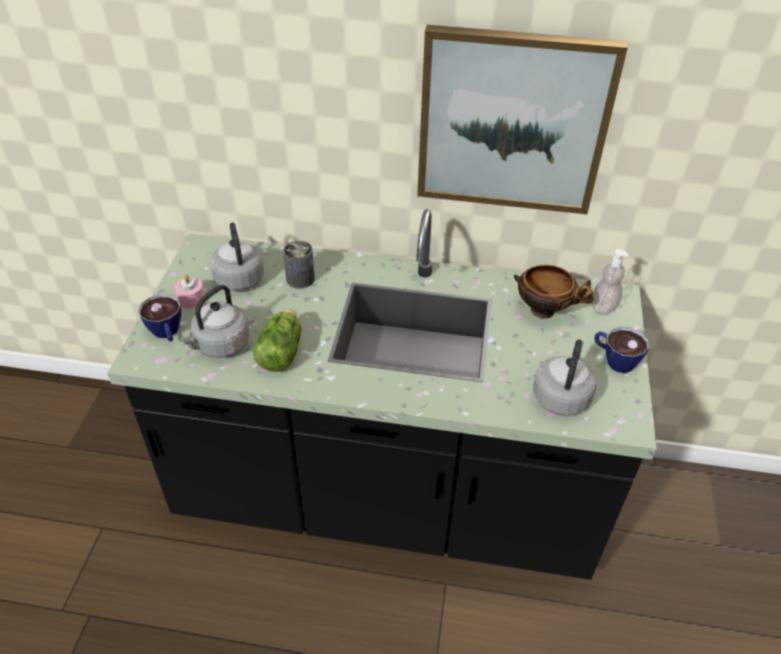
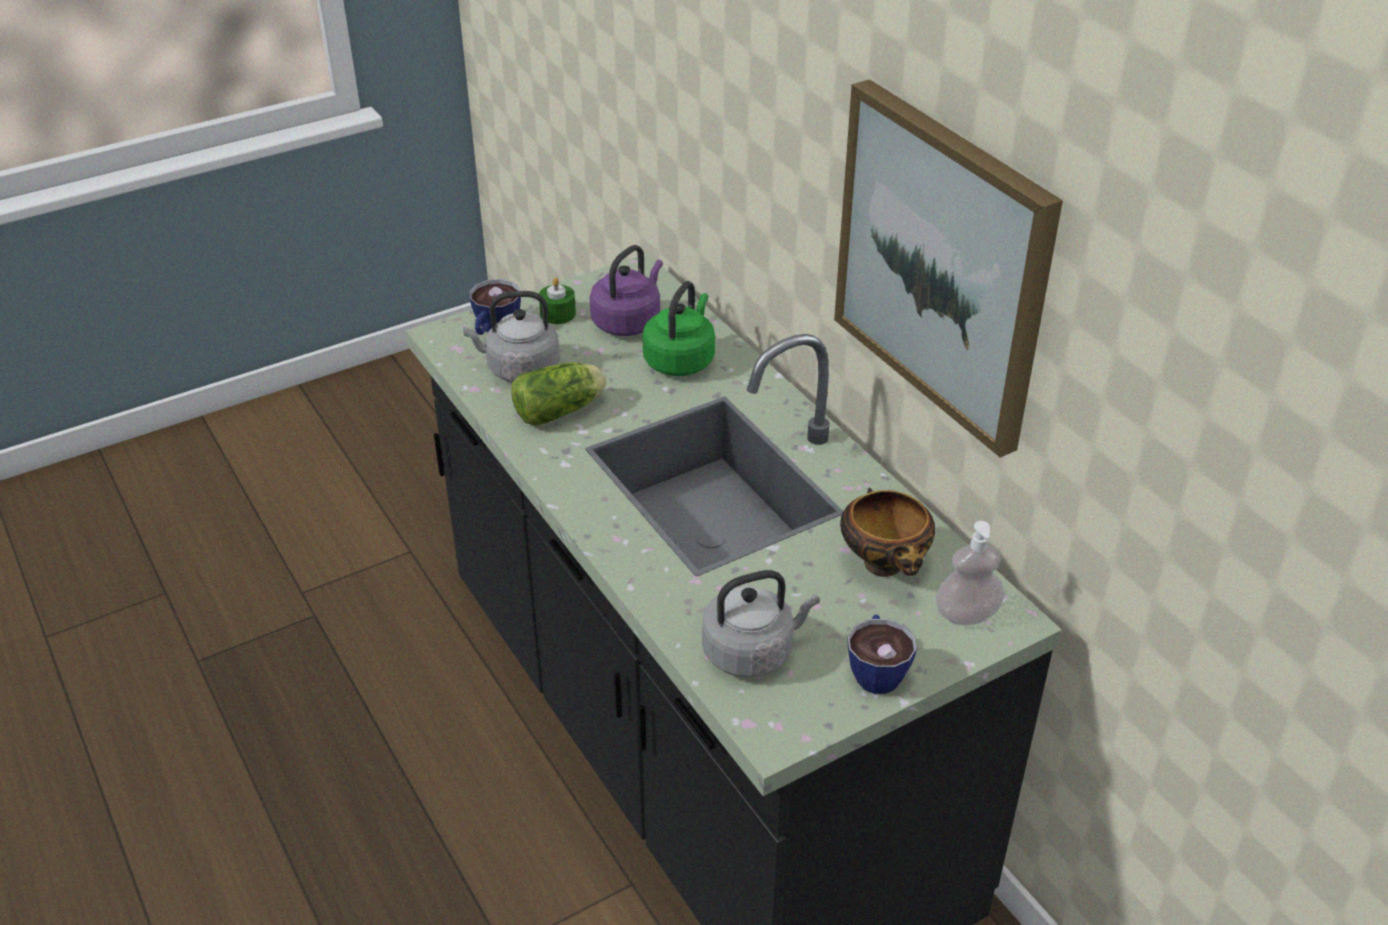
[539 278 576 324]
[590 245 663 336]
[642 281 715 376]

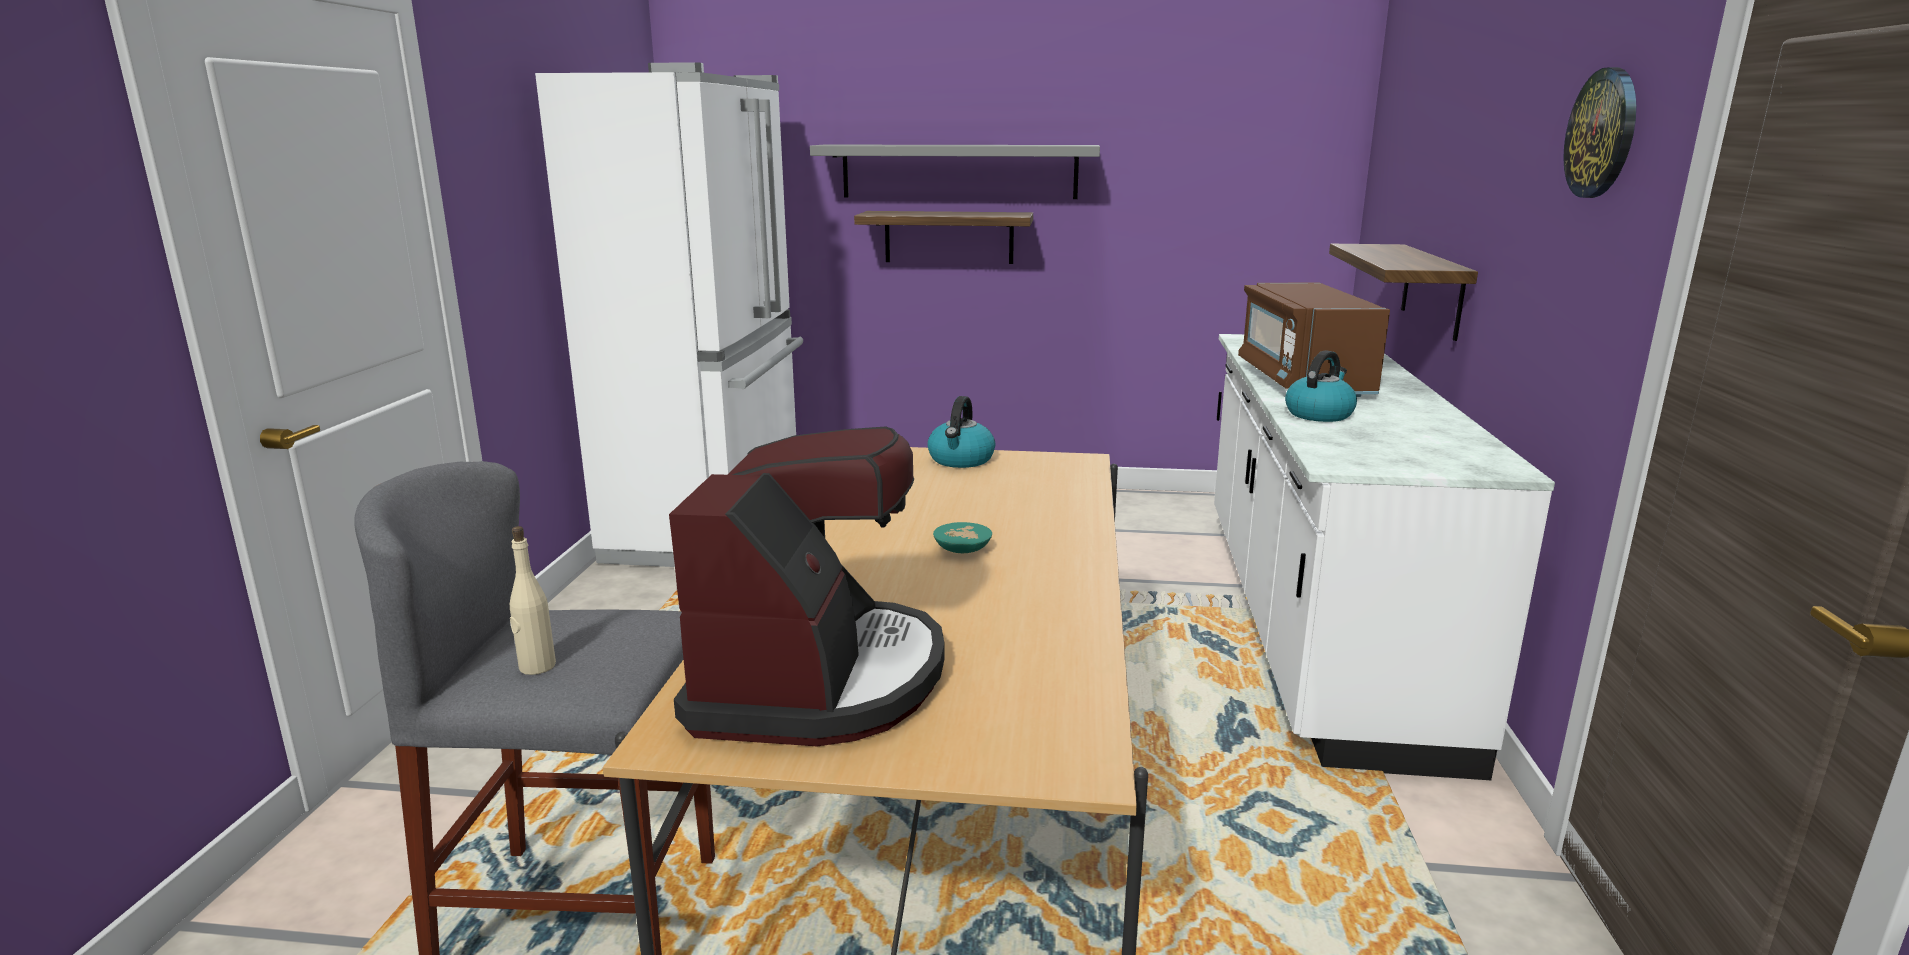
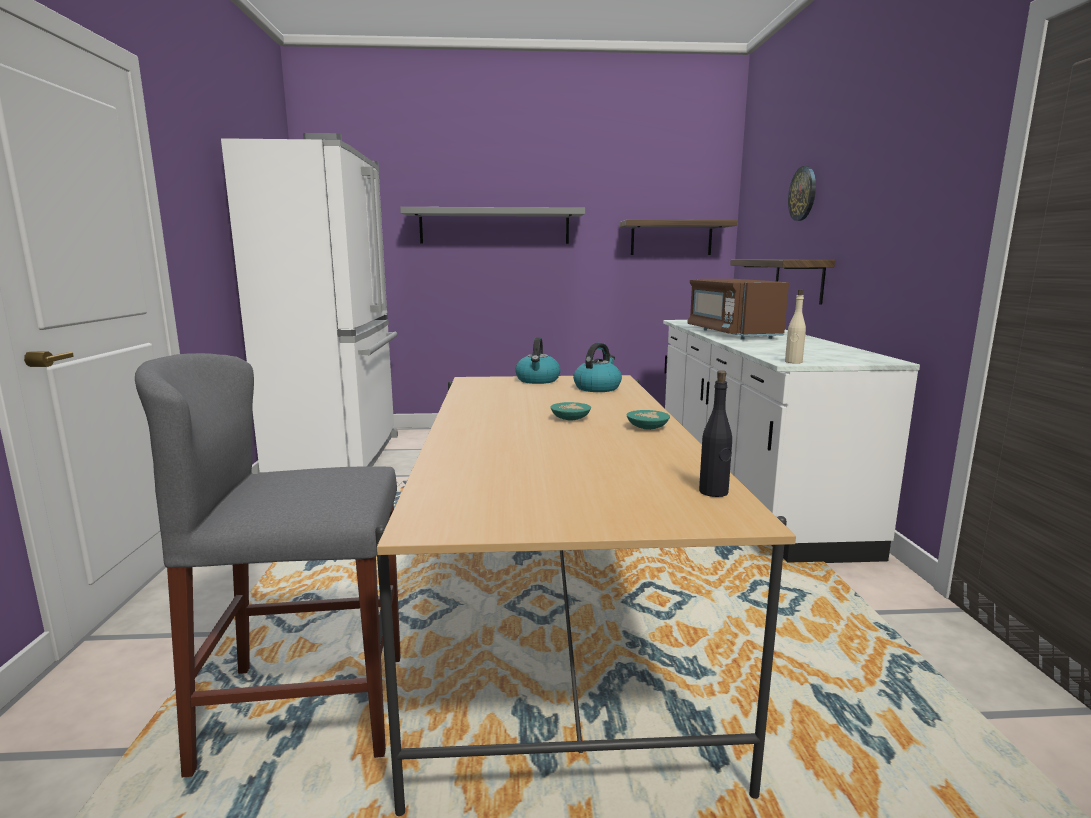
[785 289 806 364]
[669 426 945 746] (first image)
[620 220 737 255]
[573 343 622 392]
[788 166 816 221]
[627 410 670 430]
[699 370 732 497]

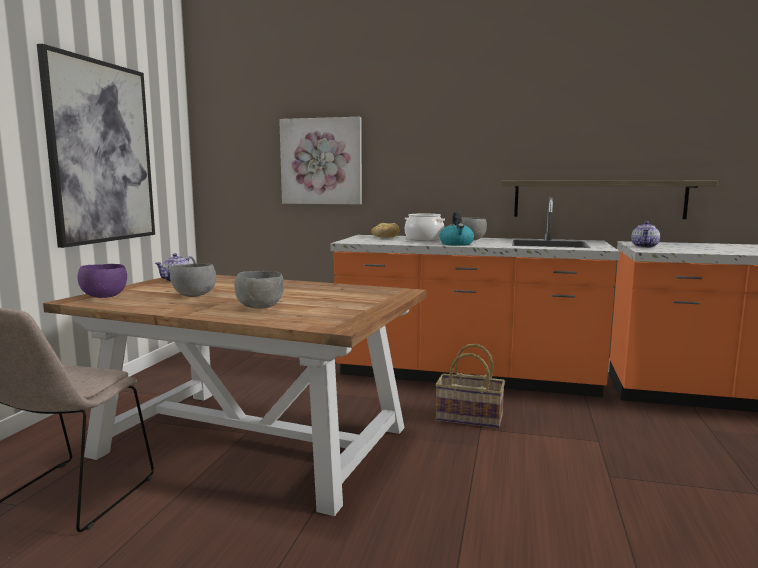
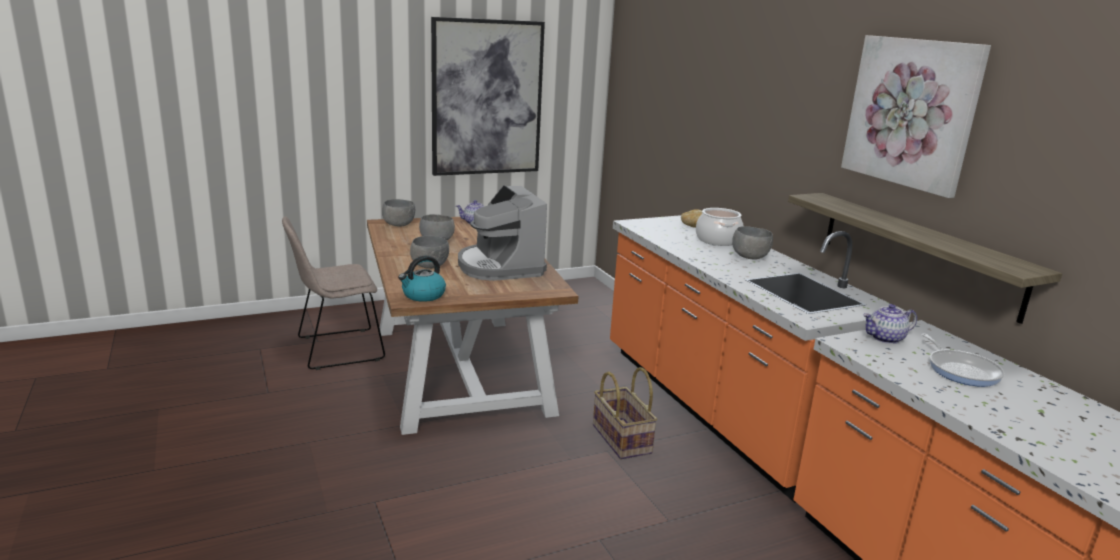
[382 199 415 227]
[841 35 991 198]
[398 256 446 302]
[458 185 547 281]
[922 333 1005 387]

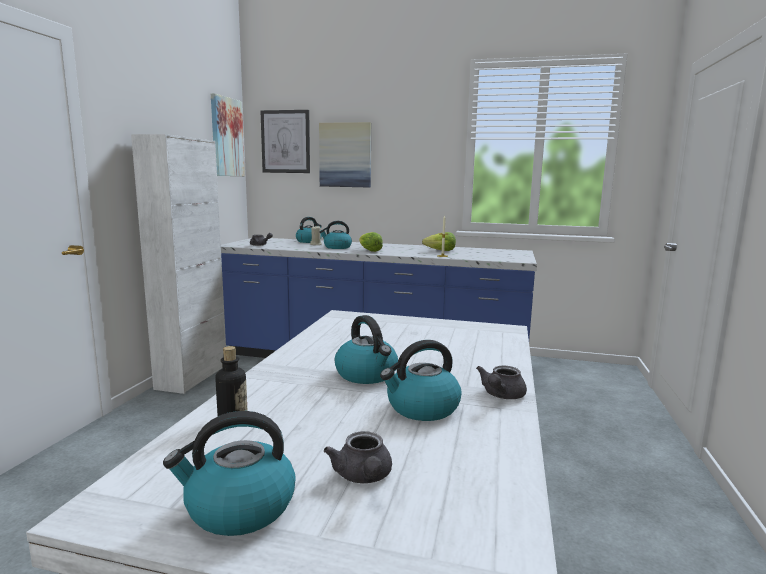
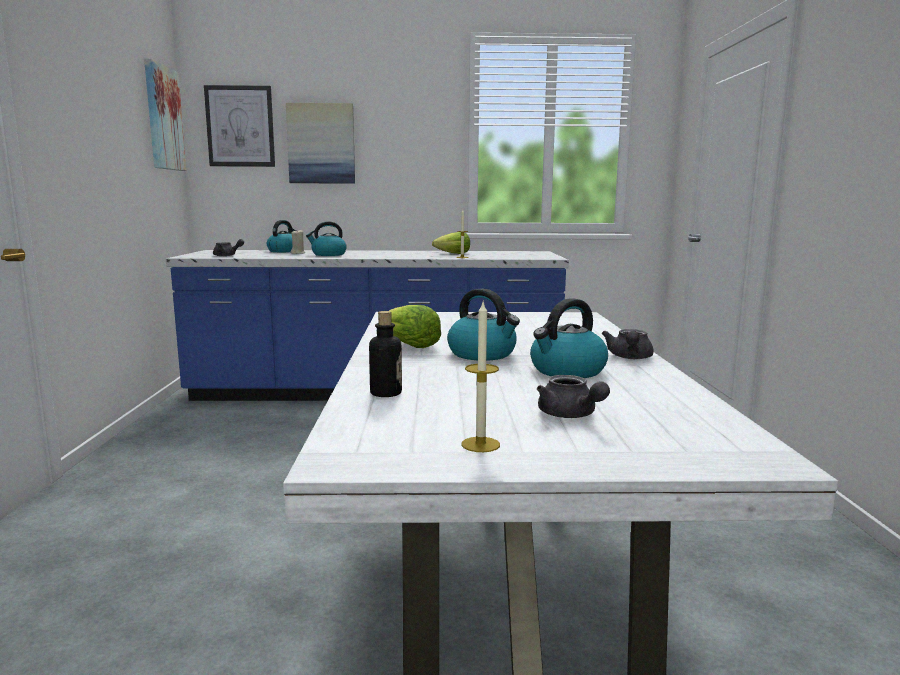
[131 134 226 394] (first image)
[461 302 500 452]
[389 305 441 348]

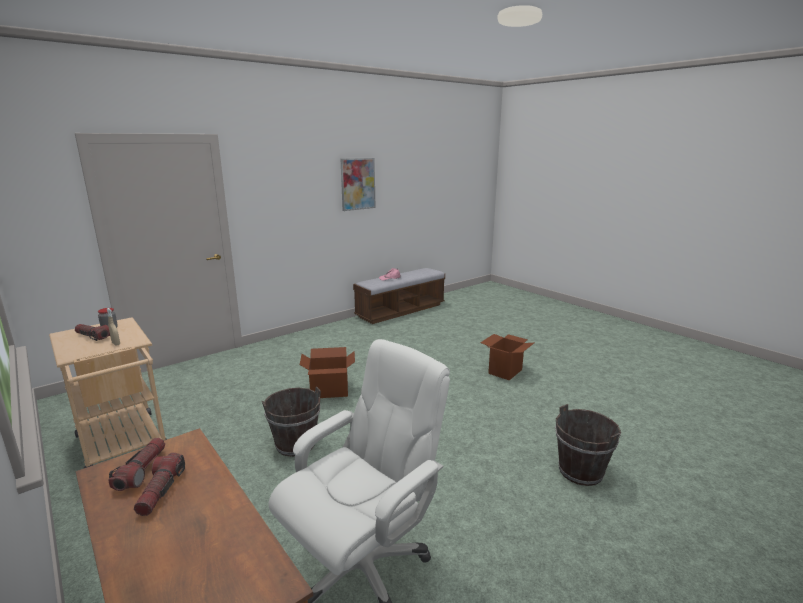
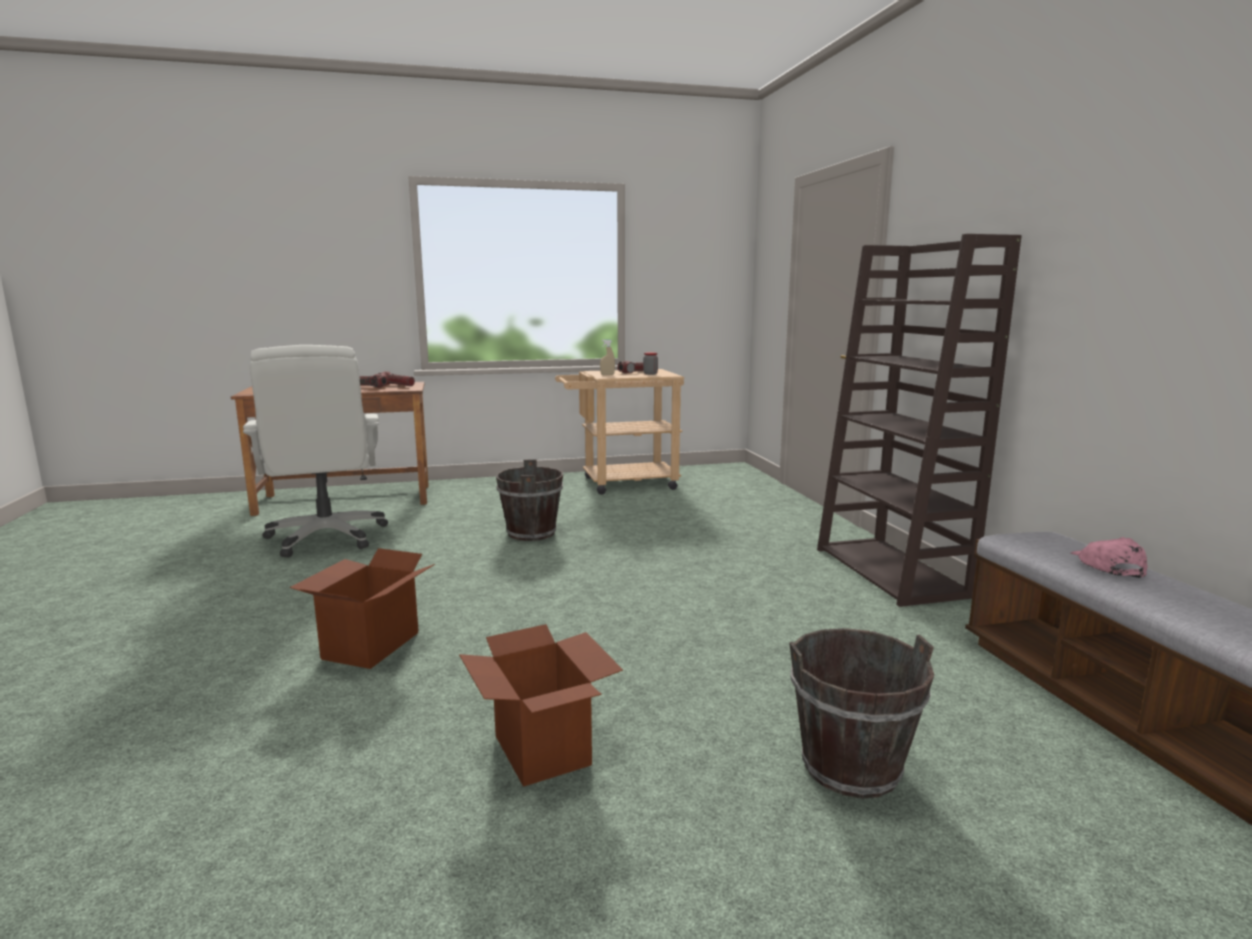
[290 548 435 669]
[341 158 376 211] (first image)
[789 628 934 799]
[817 234 1022 607]

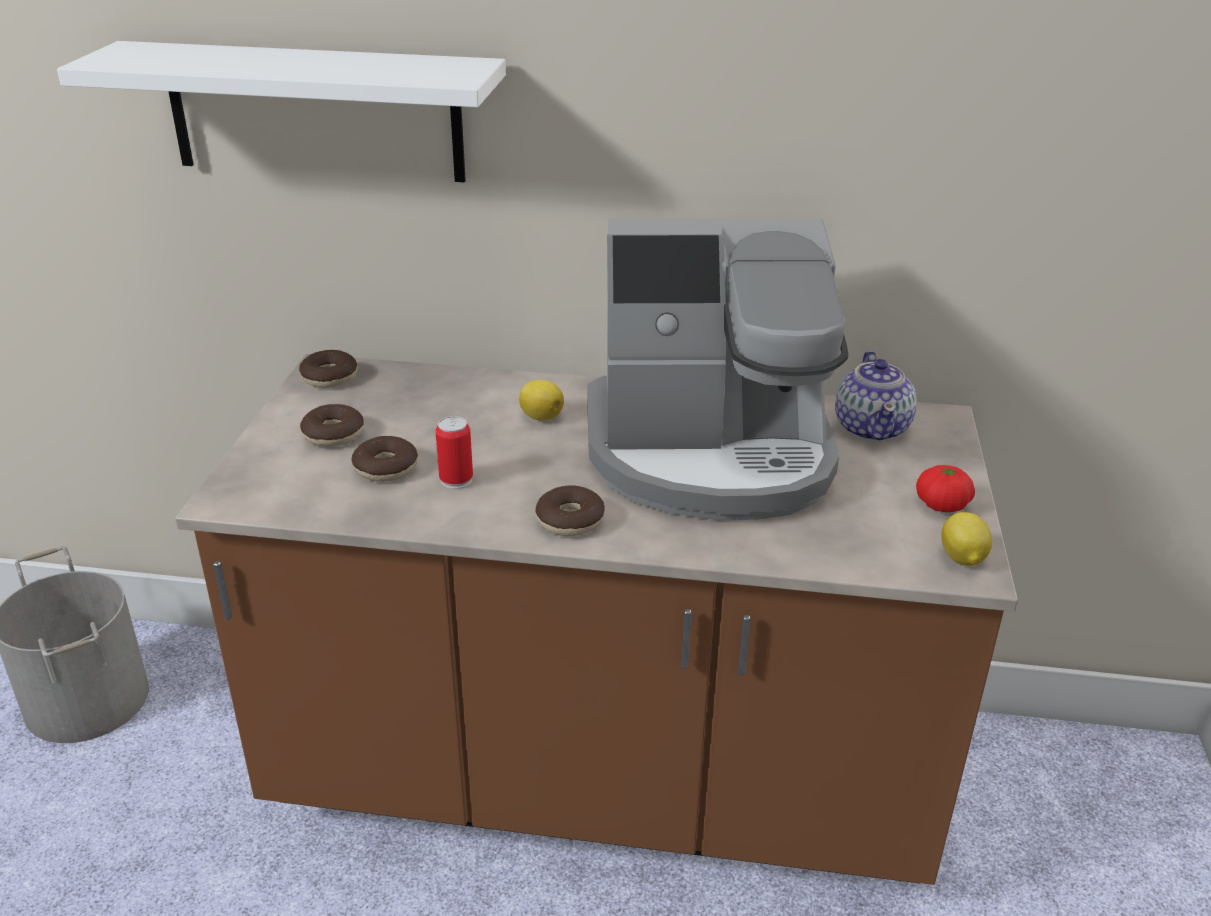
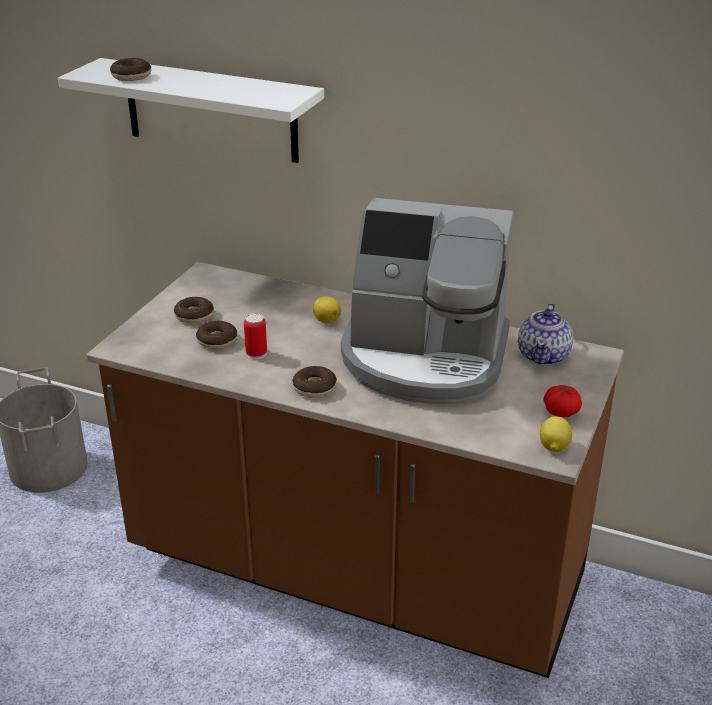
[110 58 151 81]

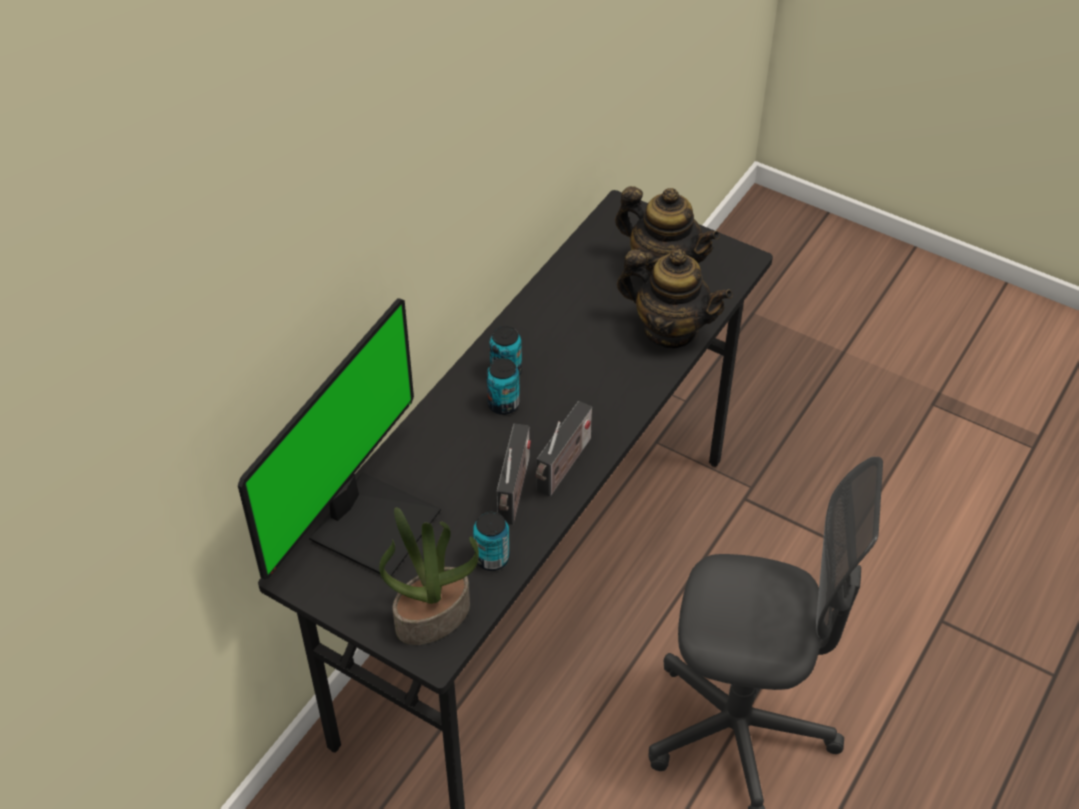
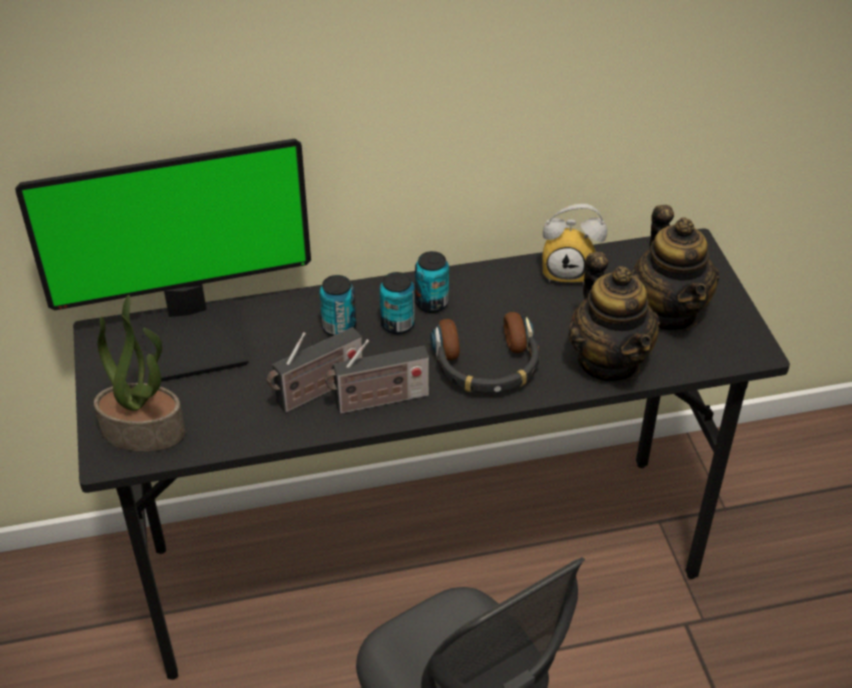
[320 275 356 336]
[430 312 540 393]
[542 204 607 285]

